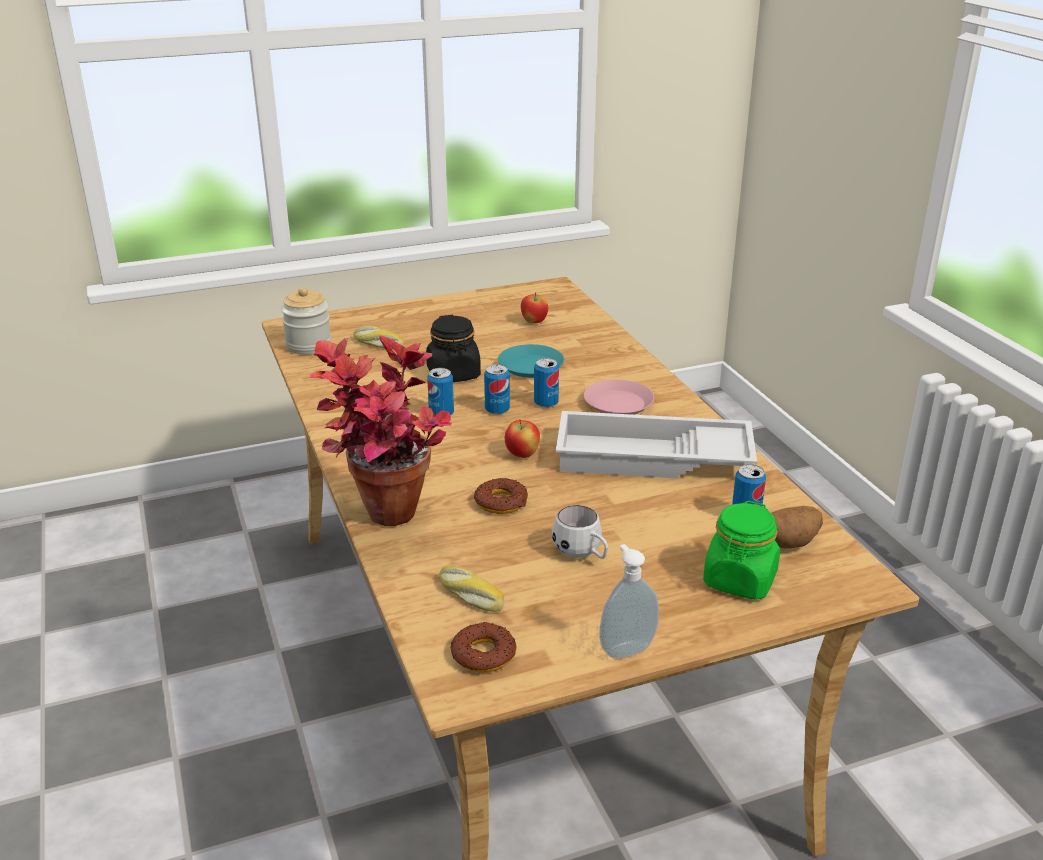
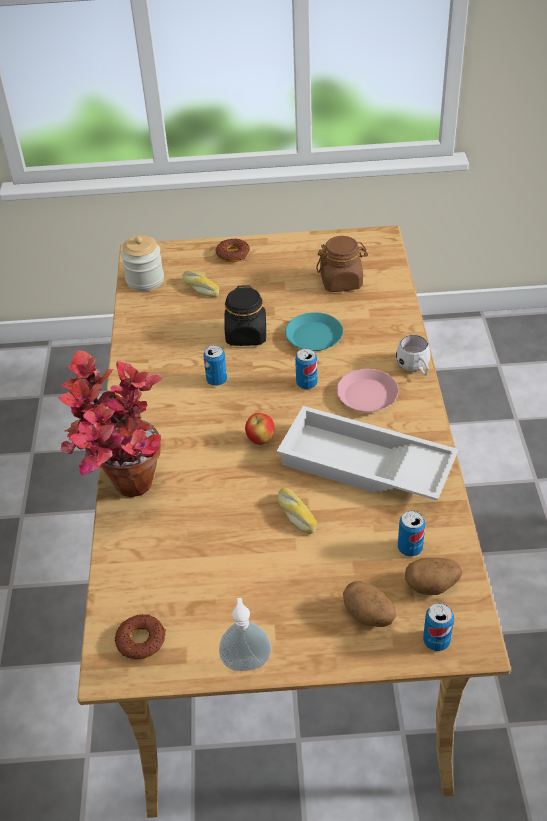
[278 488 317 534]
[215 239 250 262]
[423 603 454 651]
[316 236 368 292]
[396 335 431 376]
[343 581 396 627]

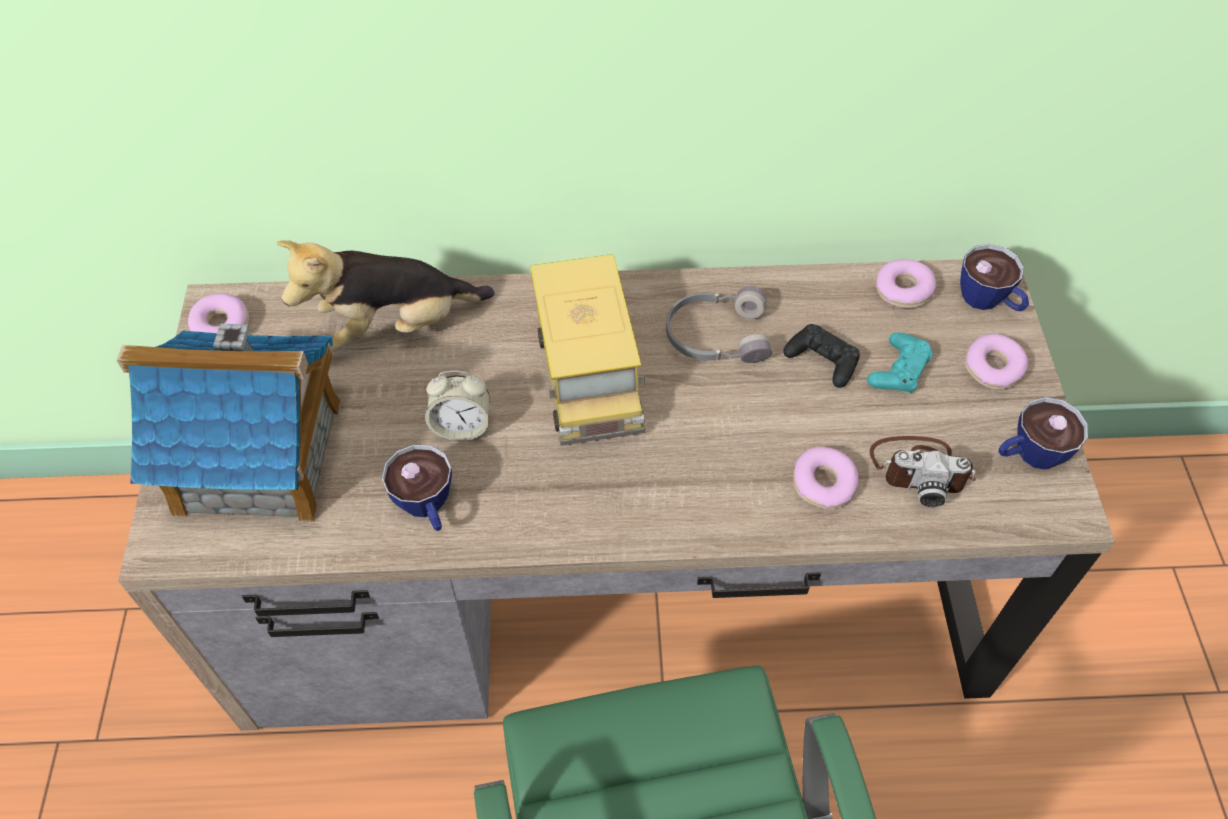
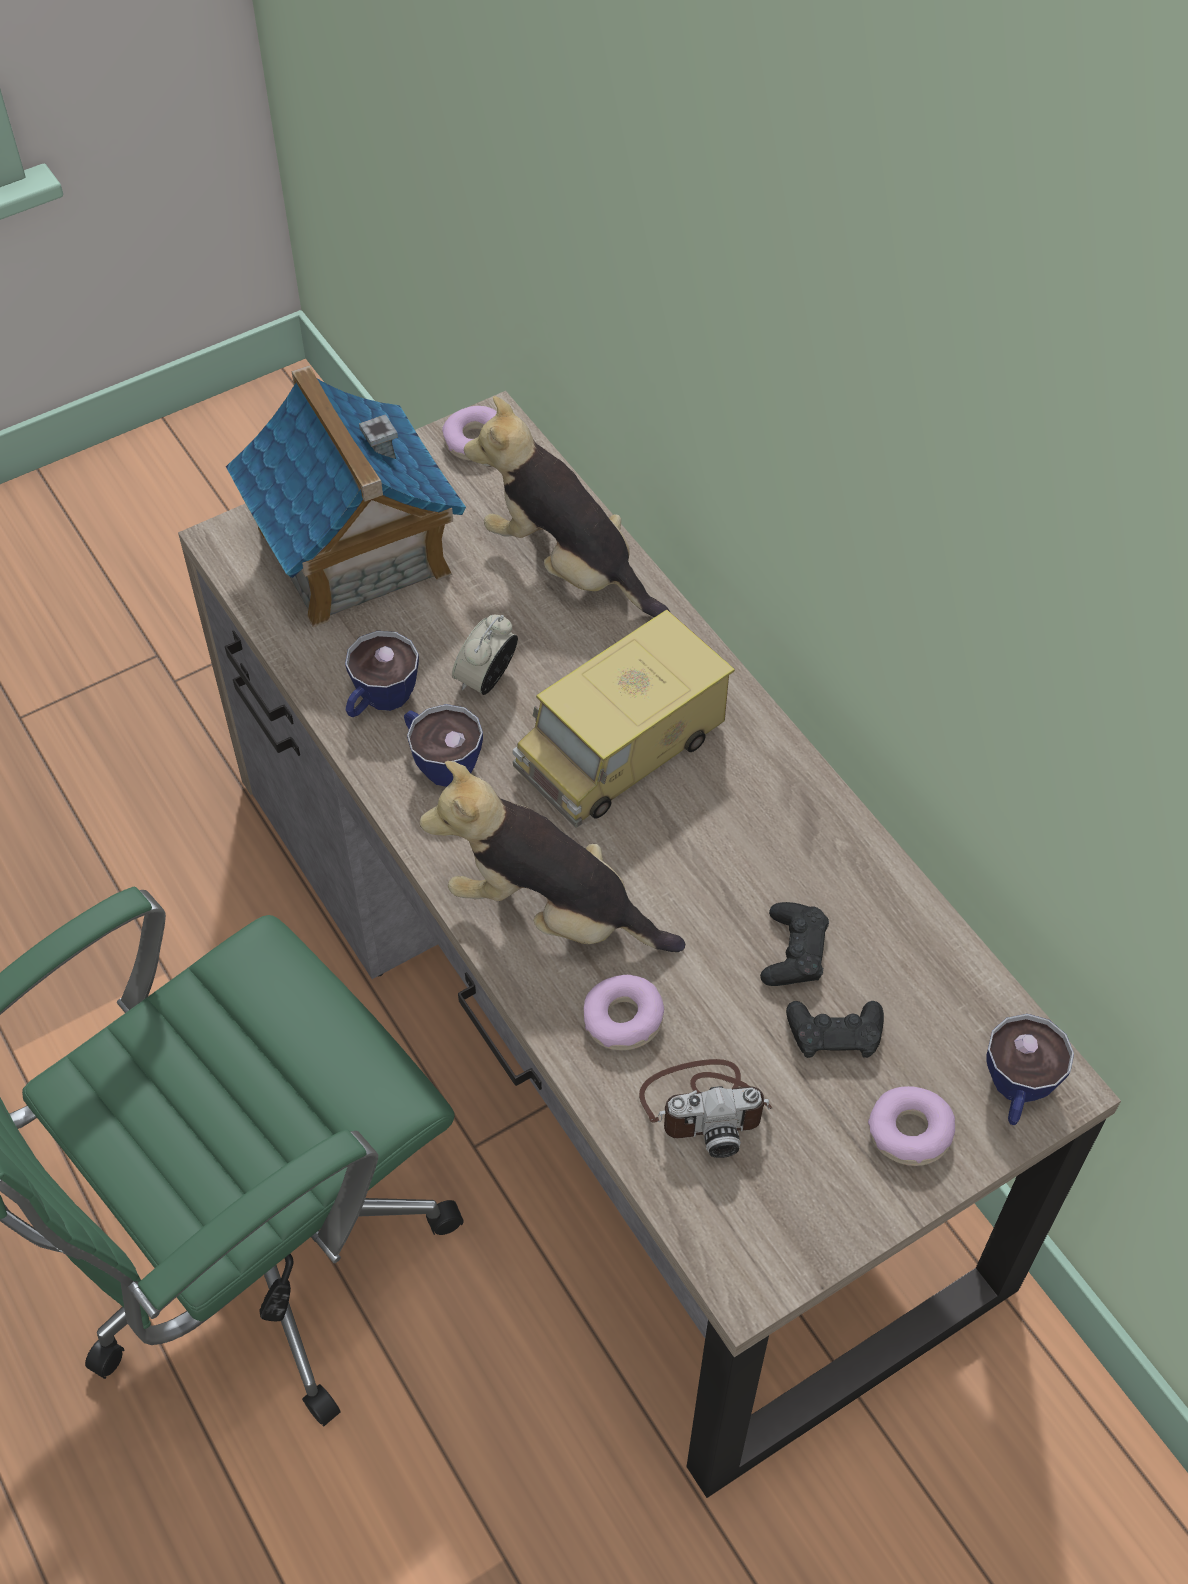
[452 615 518 695]
[666 286 772 363] (first image)
[786 1001 884 1058]
[639 1059 772 1158]
[876 259 936 308] (first image)
[404 704 483 787]
[420 761 686 952]

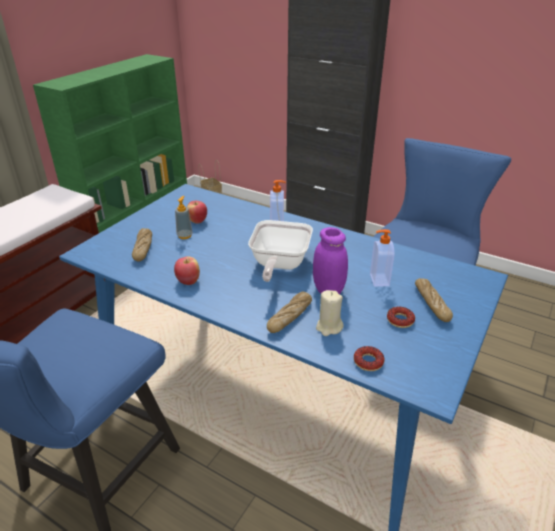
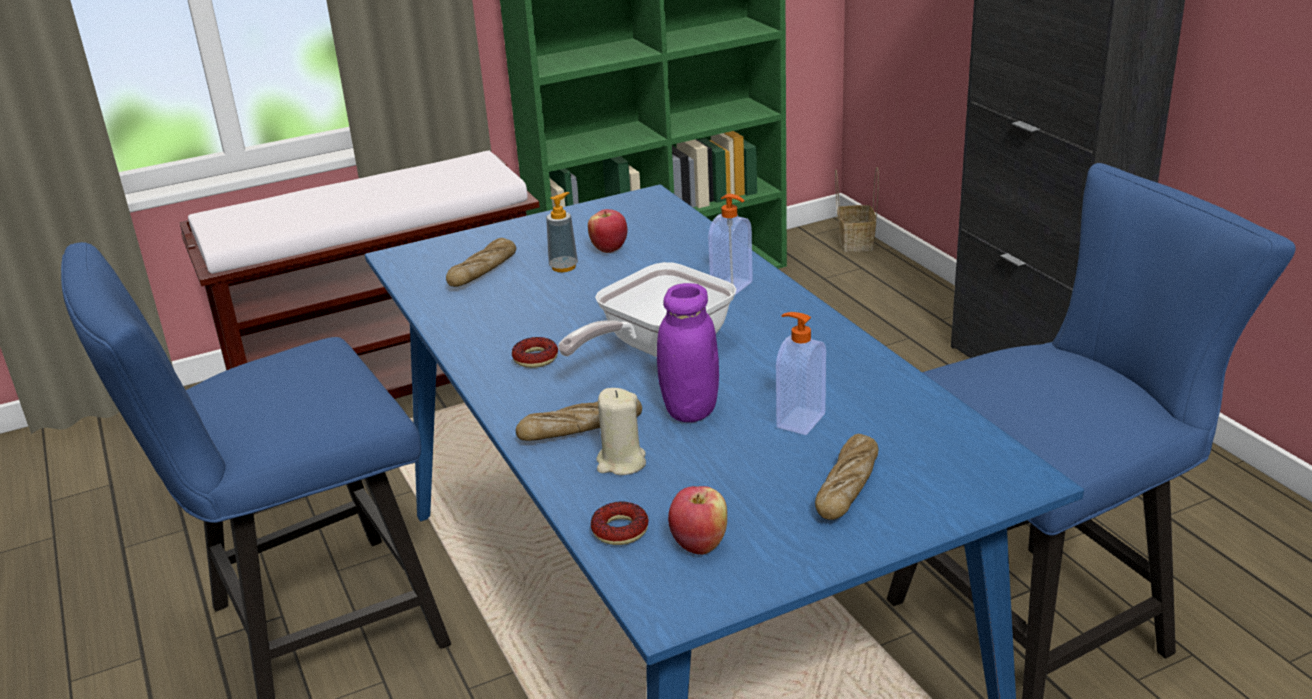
[668 486 727 555]
[512 337 558 368]

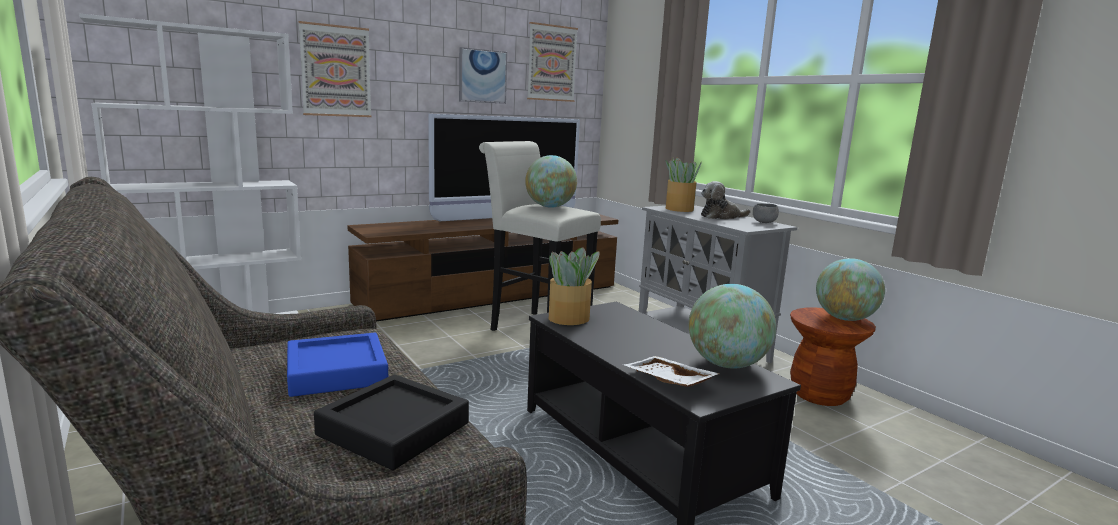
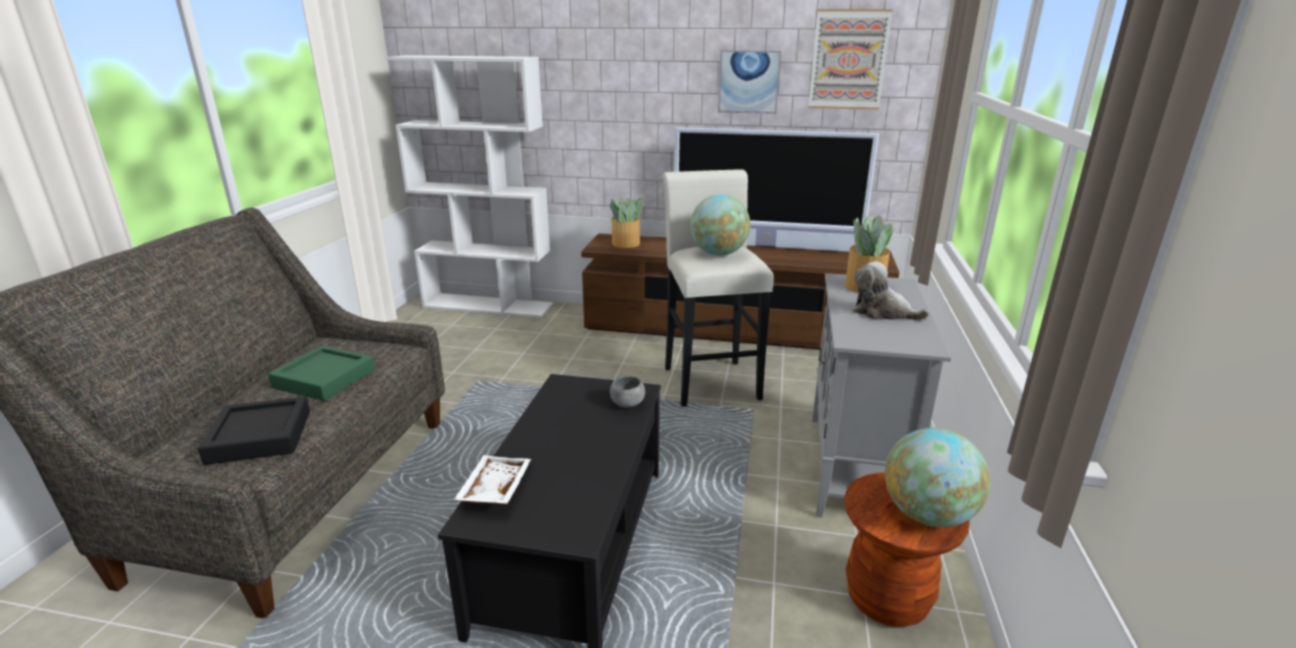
[268 345 375 401]
[298 21 371 117] (first image)
[610 198 644 248]
[689 284 776 369] (first image)
[610 376 645 408]

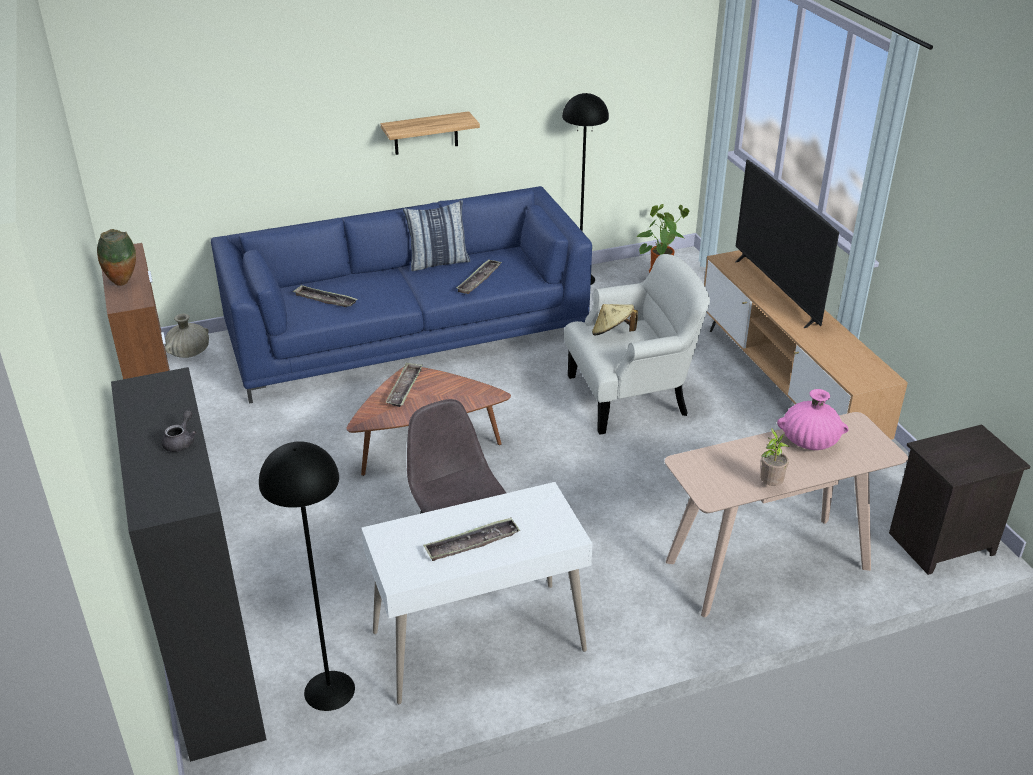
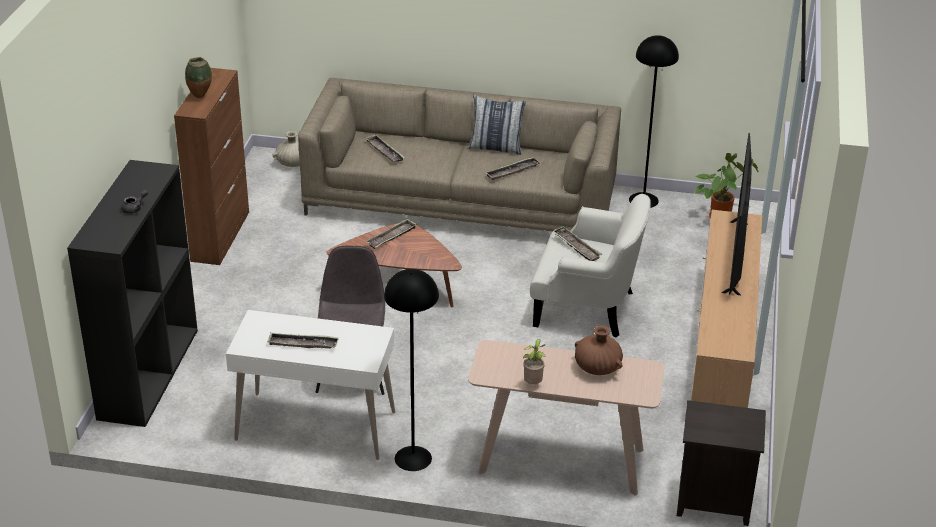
[298 78 621 231]
[384 269 439 471]
[381 111 480 155] (first image)
[552 227 602 261]
[575 325 623 375]

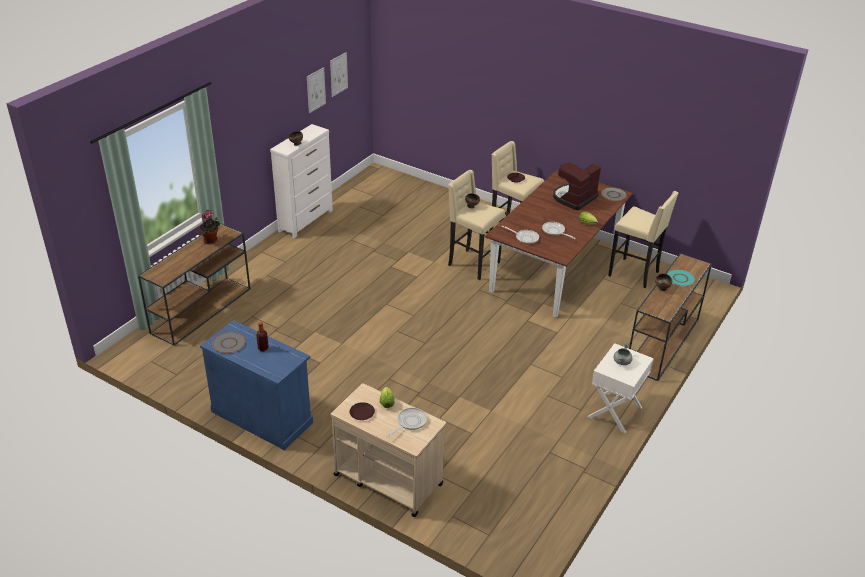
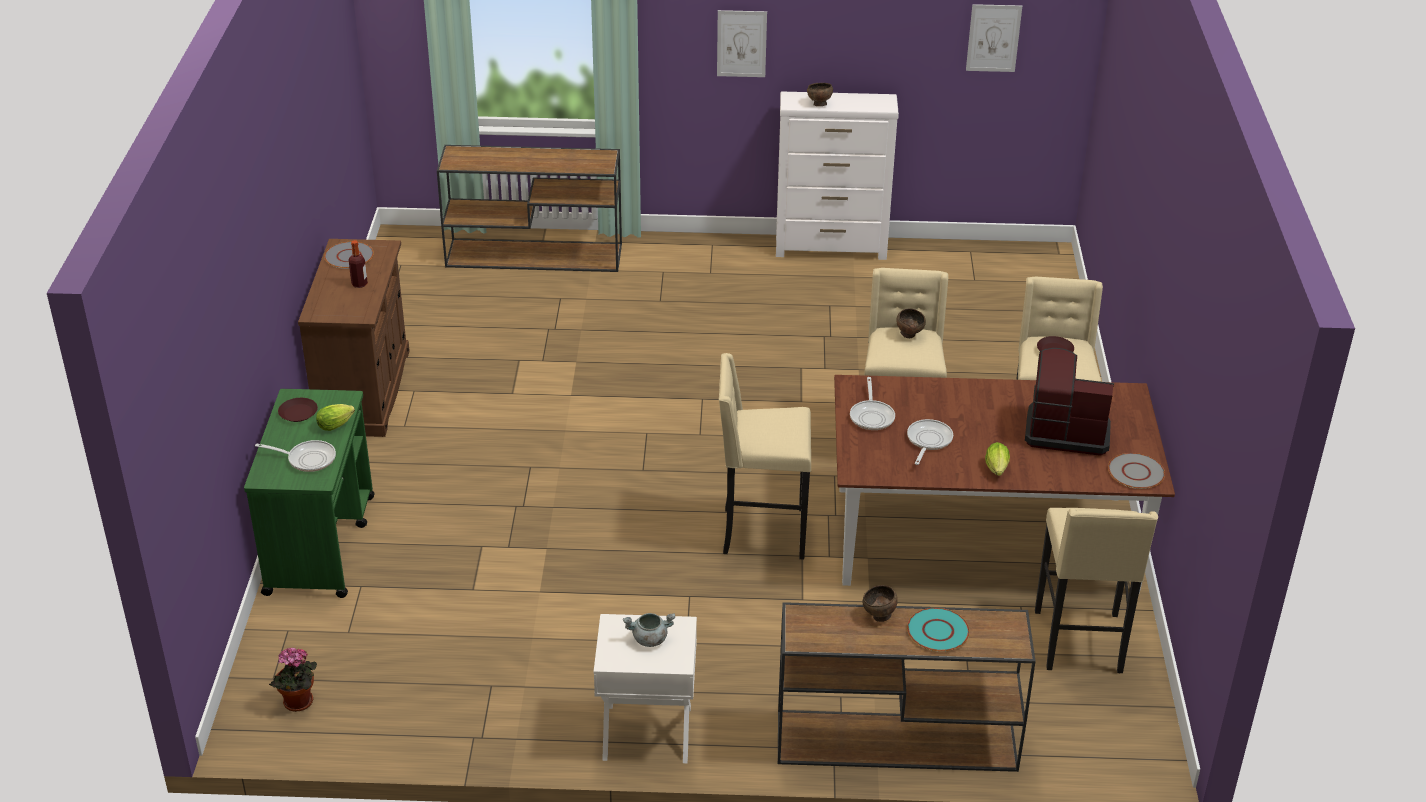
[269 648 317 712]
[298 239 410 437]
[717 10 767 77]
[244 389 375 598]
[719 353 811 559]

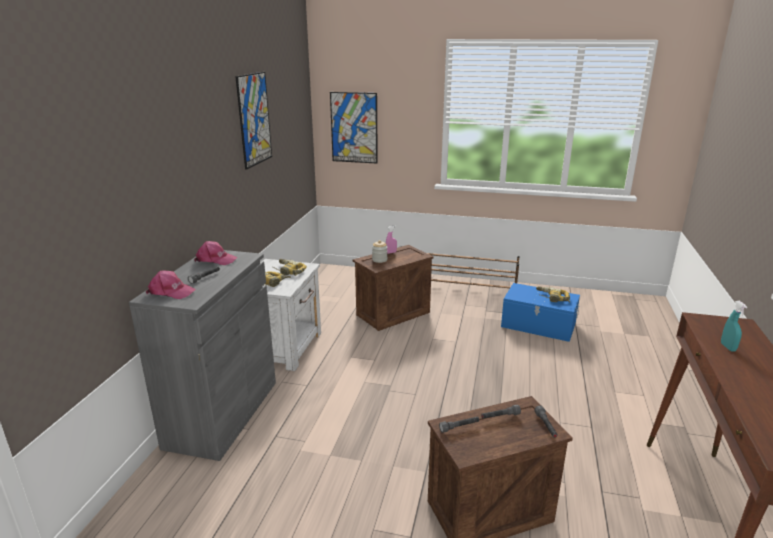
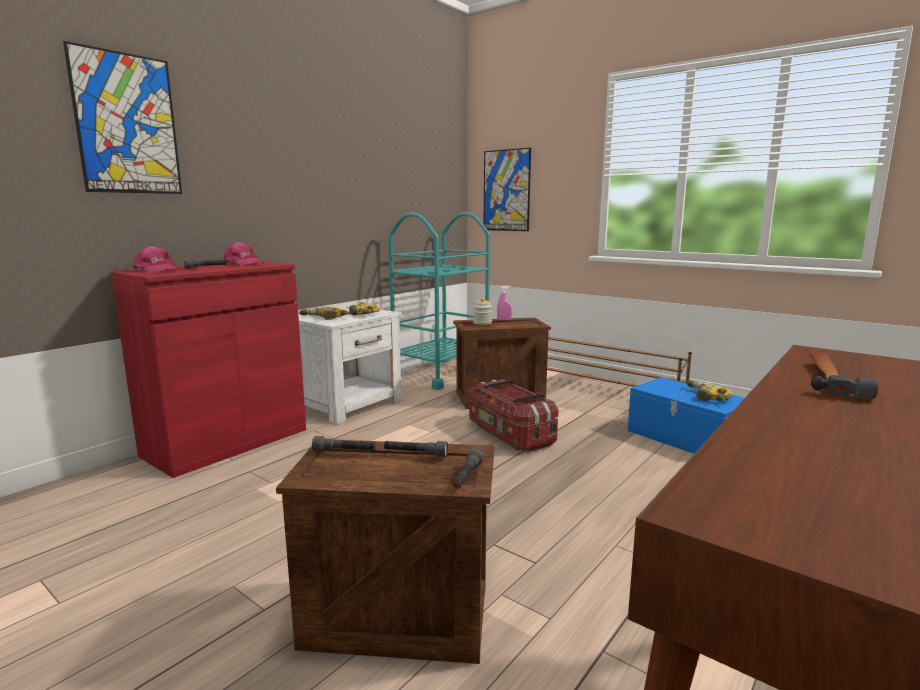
[111 261 306 478]
[63 41 182 194]
[809 352 879 400]
[388 212 490 390]
[469 379 558 452]

